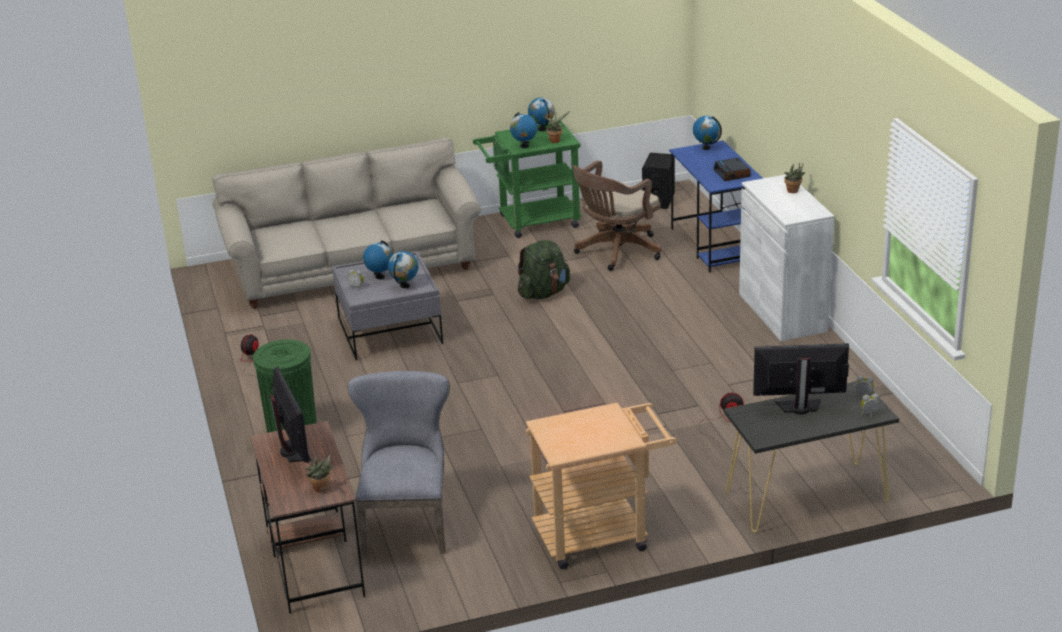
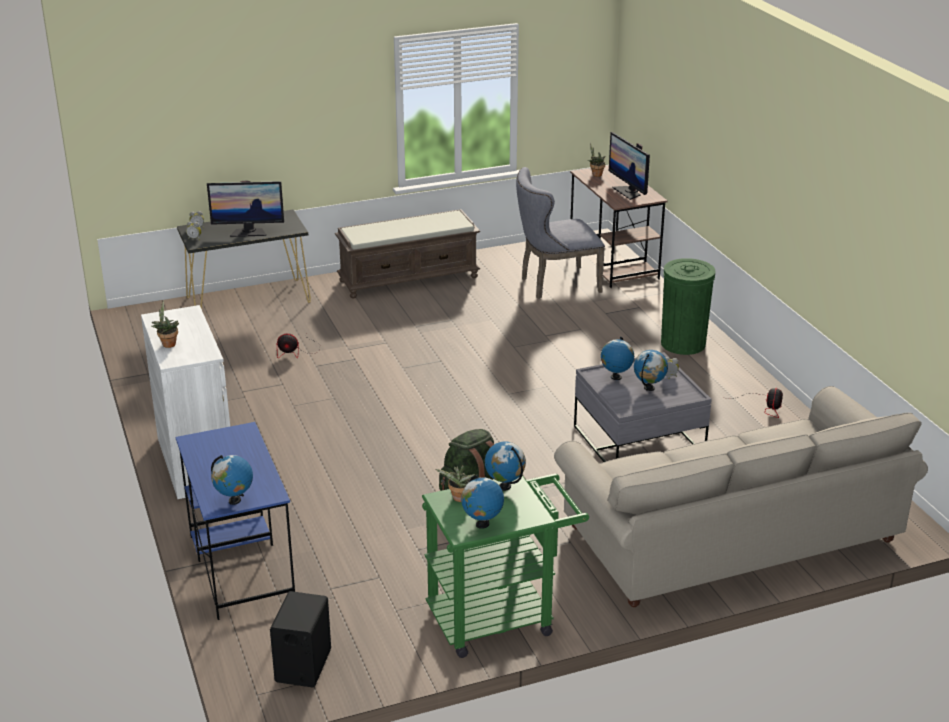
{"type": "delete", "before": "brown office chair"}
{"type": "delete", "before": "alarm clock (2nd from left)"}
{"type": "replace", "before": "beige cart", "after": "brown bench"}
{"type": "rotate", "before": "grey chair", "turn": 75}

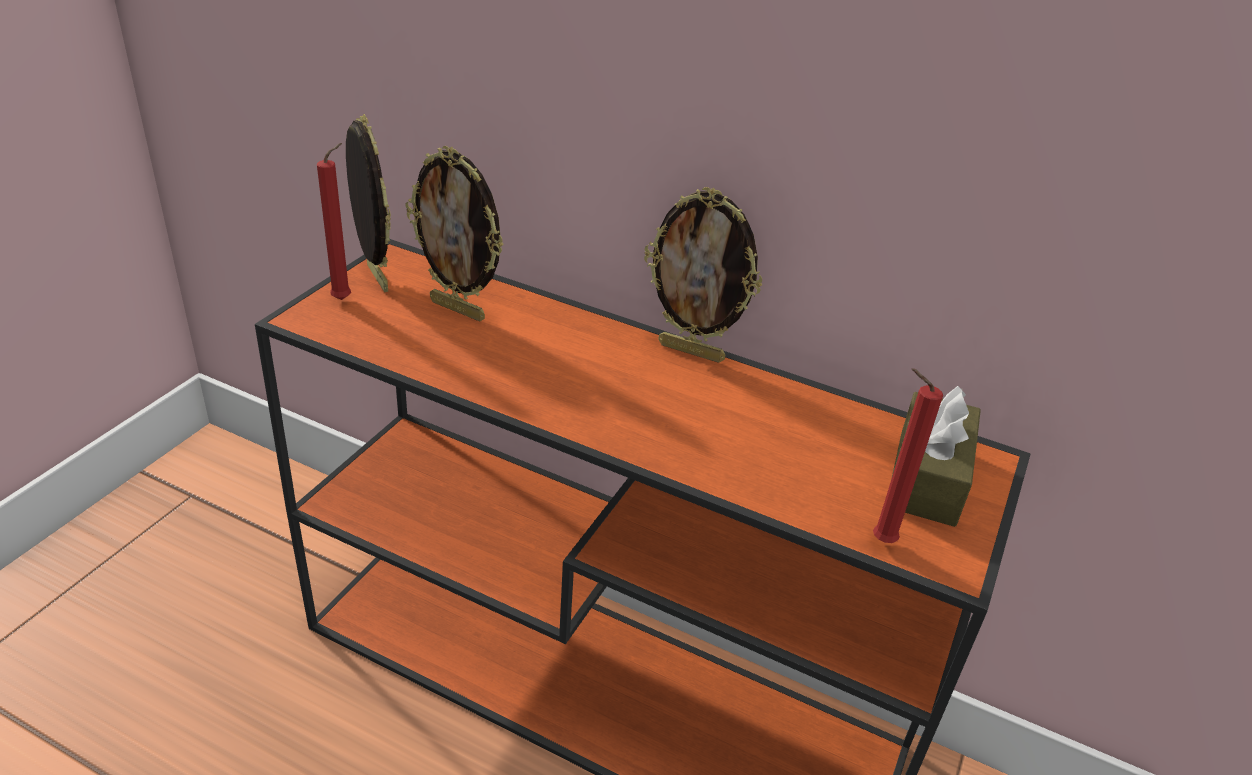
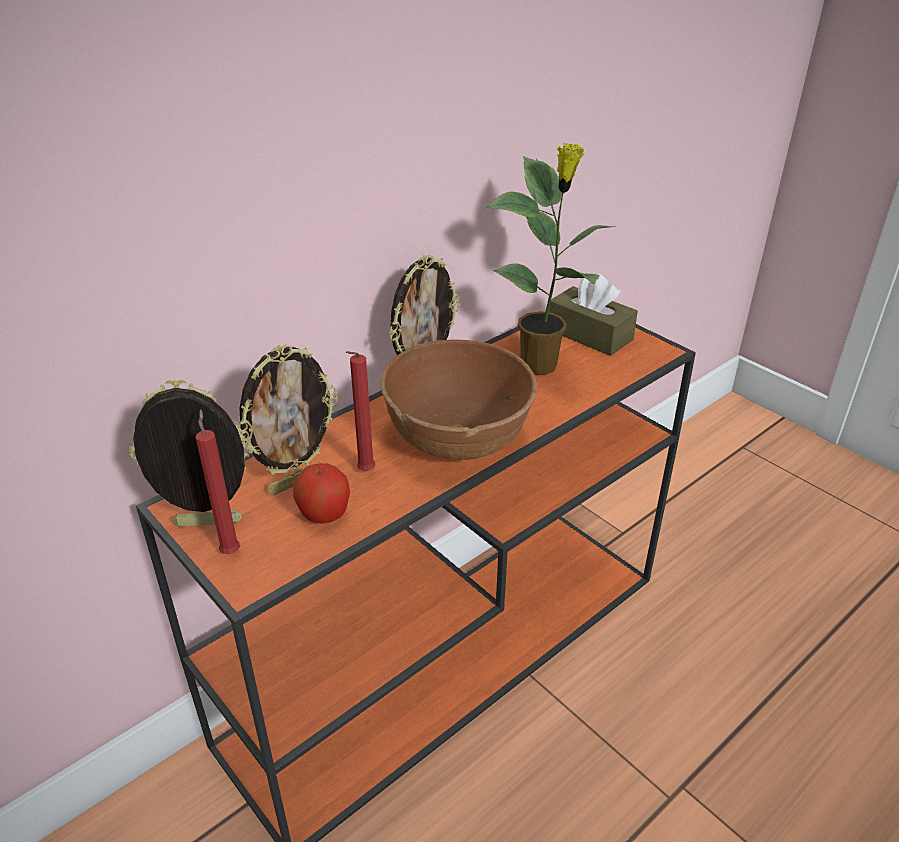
{"type": "insert", "after": "apple"}
{"type": "insert", "after": "brown bowl"}
{"type": "insert", "after": "potted plant"}
{"type": "move", "before": "red candle (2nd from left)"}

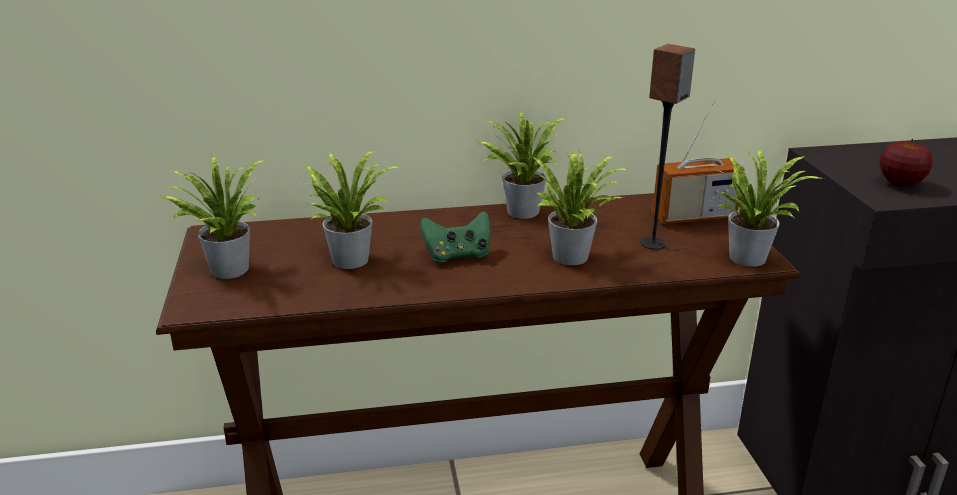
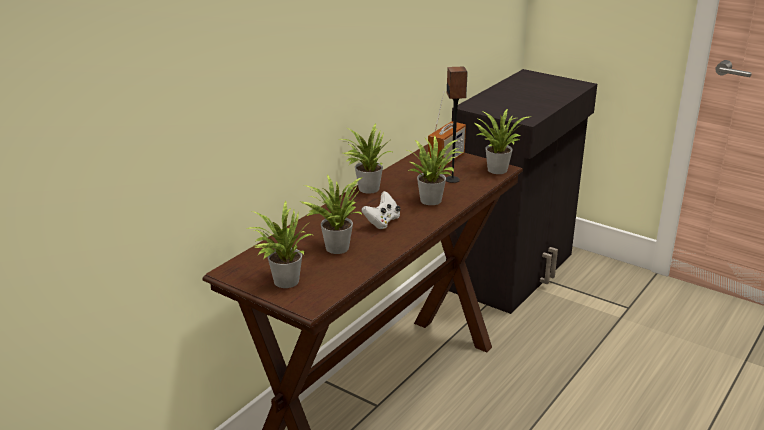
{"type": "delete", "before": "apple"}
{"type": "recolor", "before": "green game controller", "after": "white game controller"}

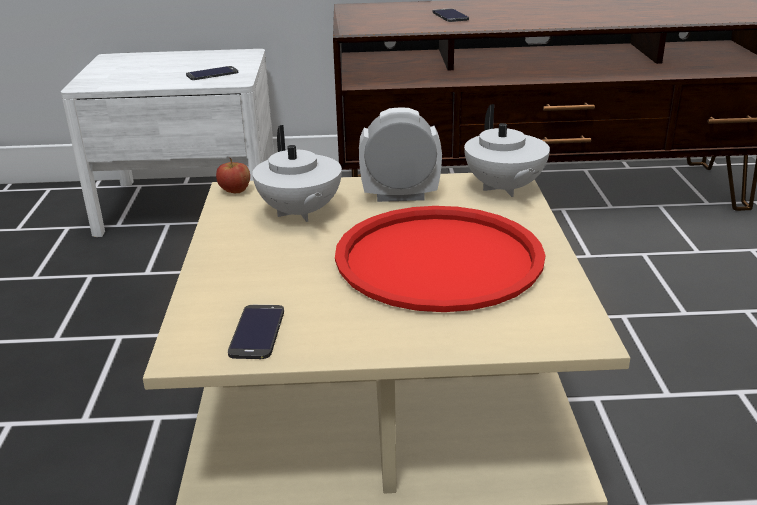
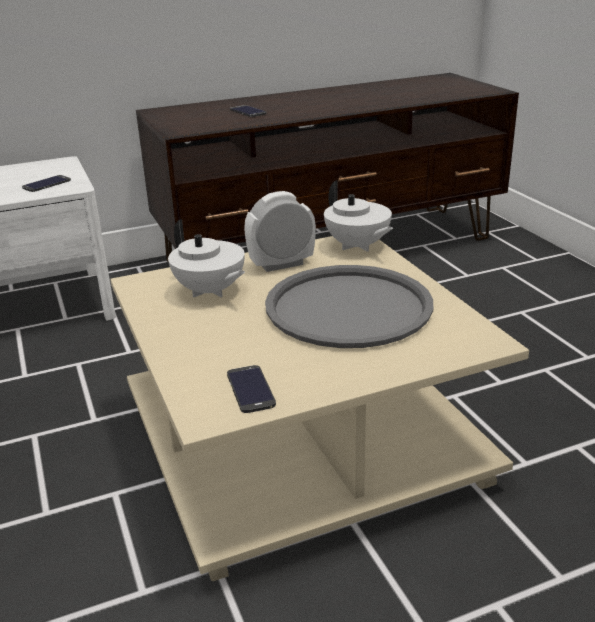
{"type": "delete", "before": "apple"}
{"type": "recolor", "before": "red tray", "after": "grey tray"}

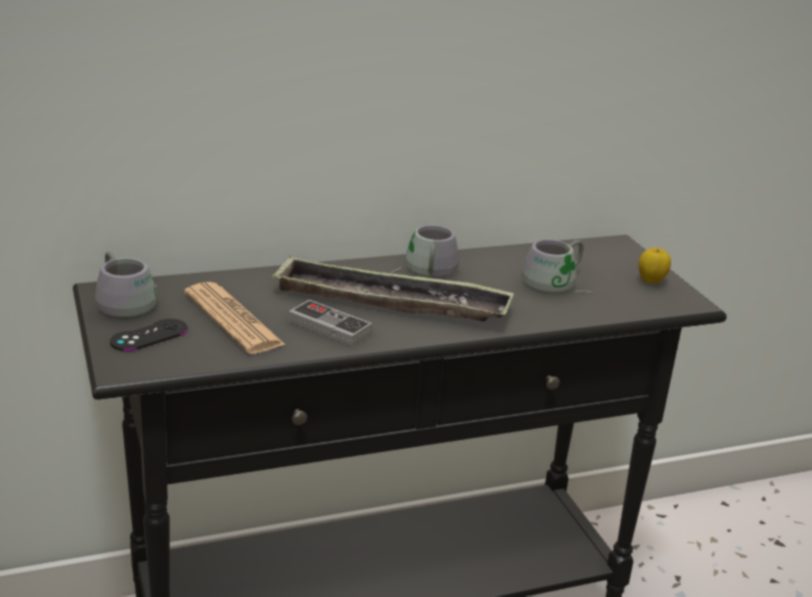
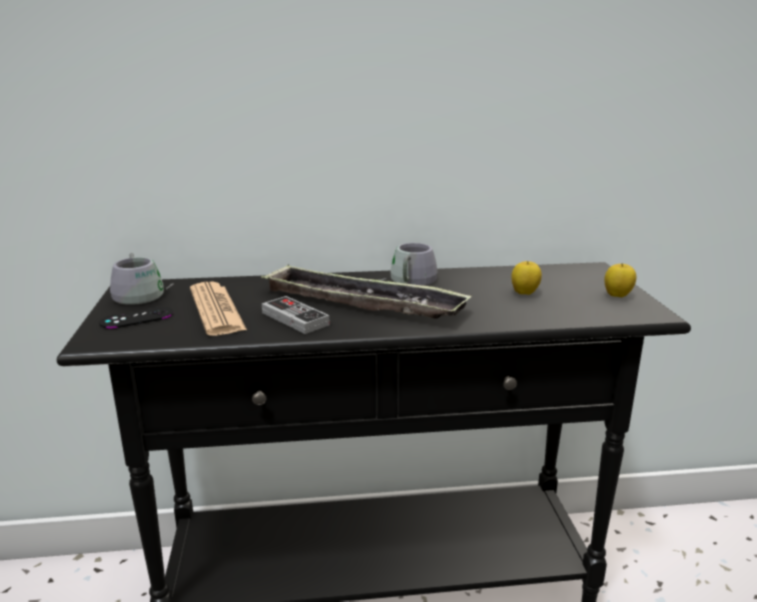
{"type": "replace", "before": "grey mug (3rd from left)", "after": "apple (1st from left)"}

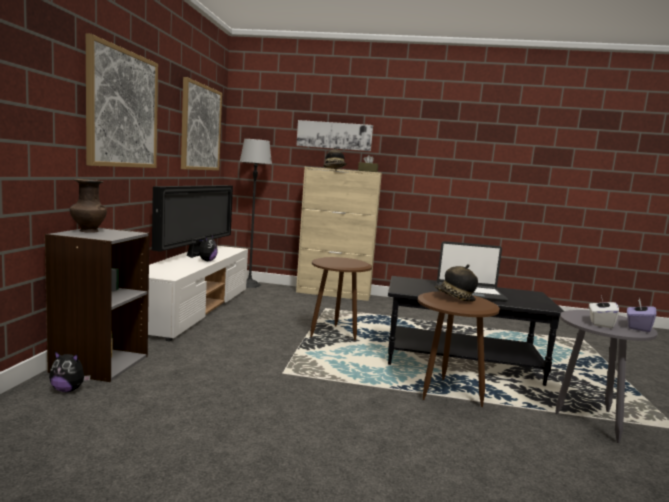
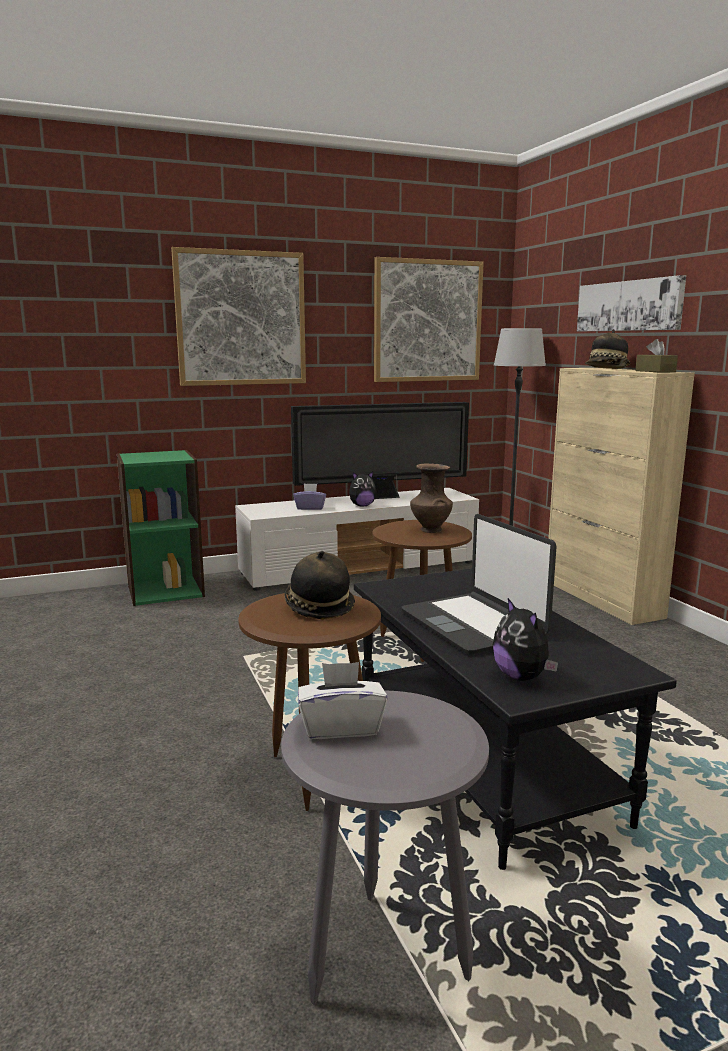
{"type": "move", "before": "plush toy (1st from left in the first image)", "after": "plush toy (2nd from left)"}
{"type": "move", "before": "brown vase"}
{"type": "move", "before": "purple tissue box"}
{"type": "recolor", "before": "grey bookcase", "after": "green bookcase"}

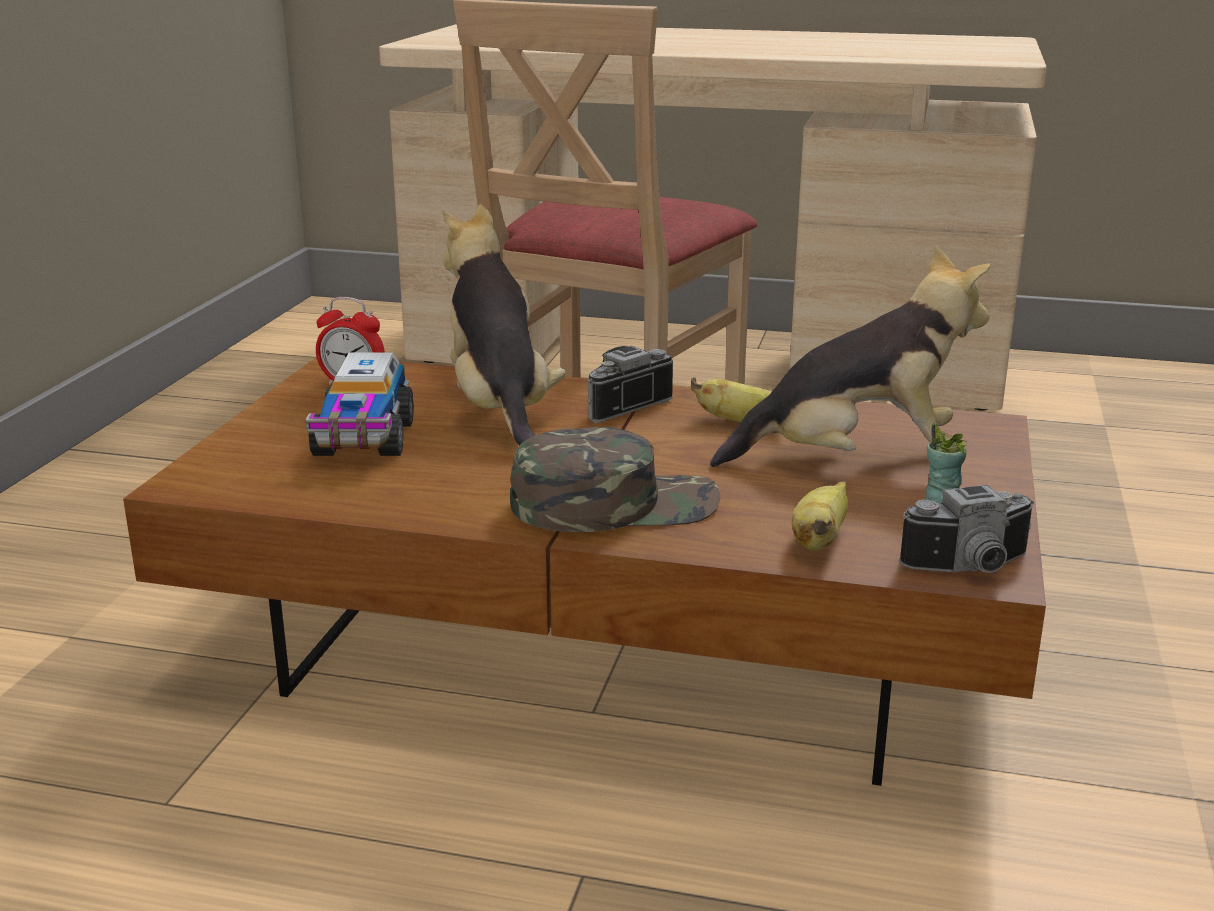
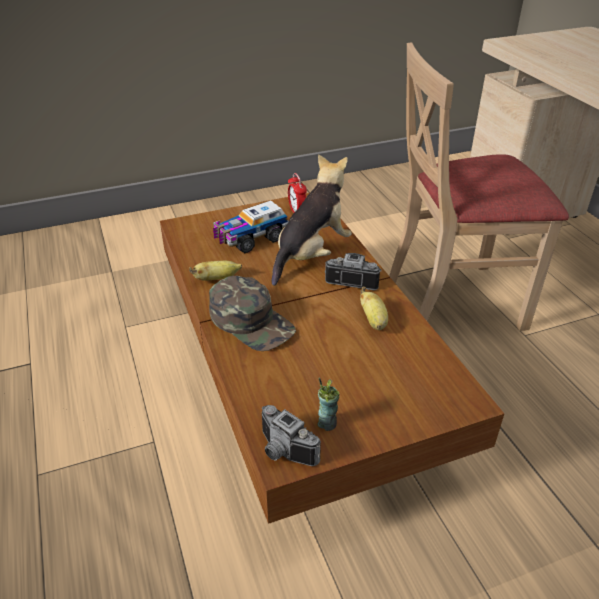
{"type": "delete", "before": "plush toy (2nd from left)"}
{"type": "move", "before": "banana (2nd from left in the first image)", "after": "banana (1st from left)"}

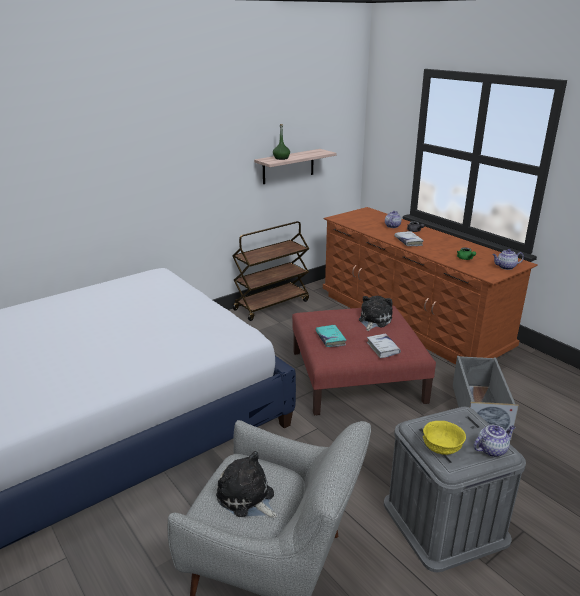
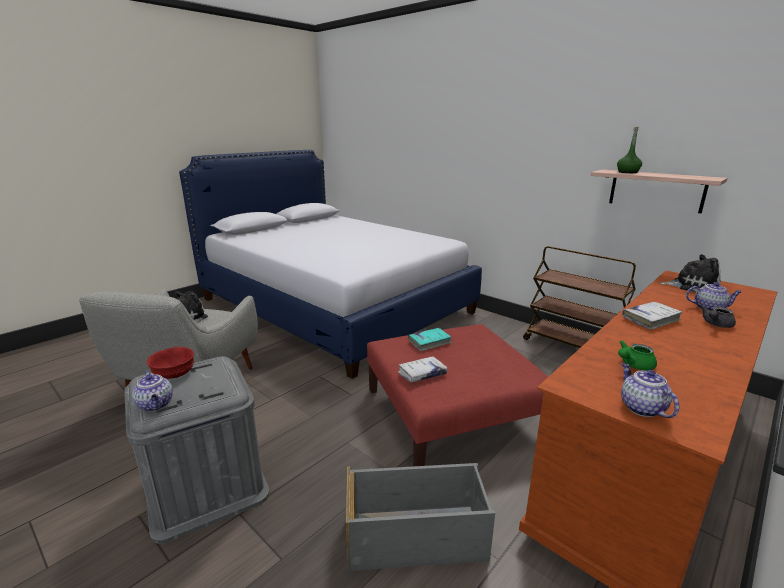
{"type": "move", "before": "plush toy (2nd from left)"}
{"type": "recolor", "before": "yellow bowl", "after": "red bowl"}

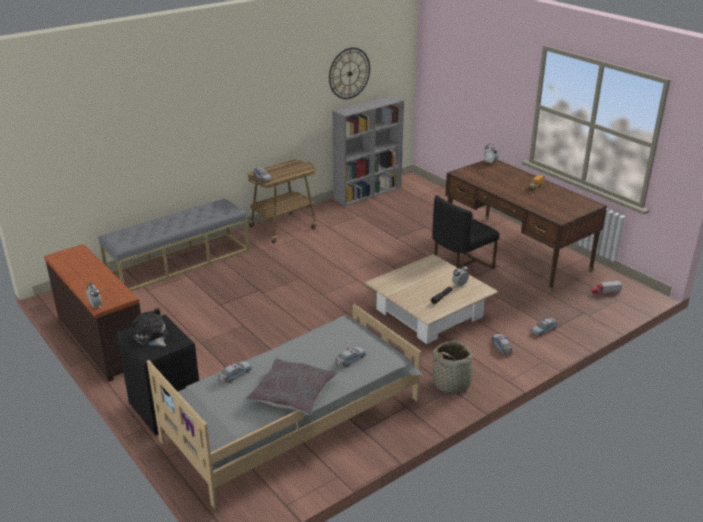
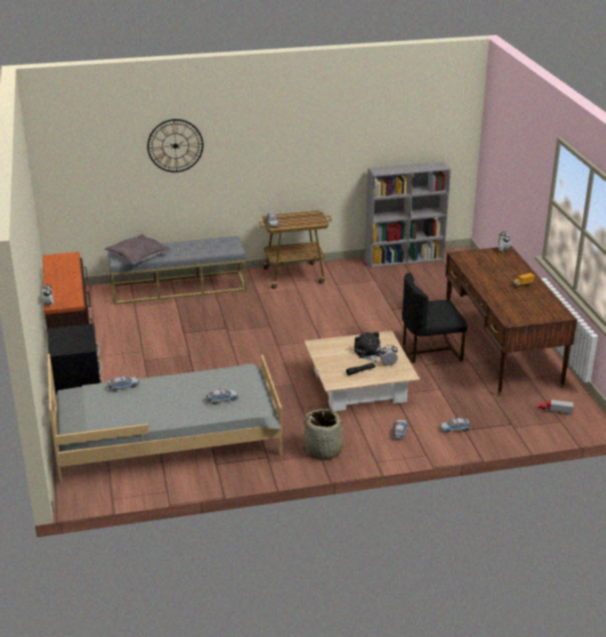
{"type": "move", "before": "plush toy"}
{"type": "move", "before": "grey pillow"}
{"type": "move", "before": "wall clock"}

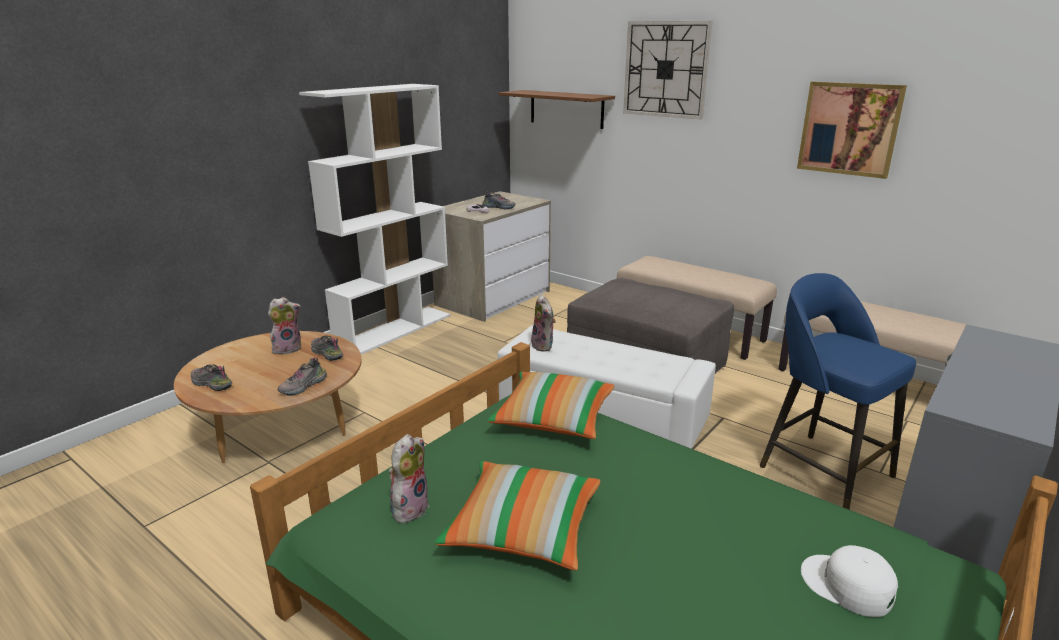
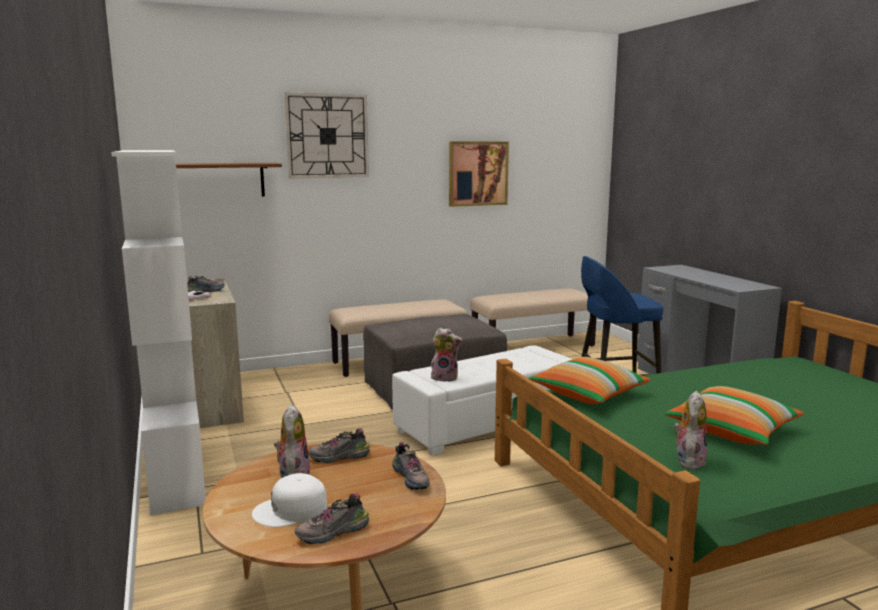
{"type": "move", "before": "white cap"}
{"type": "rotate", "before": "plush toy (2nd from left in the first image)", "turn": 60}

